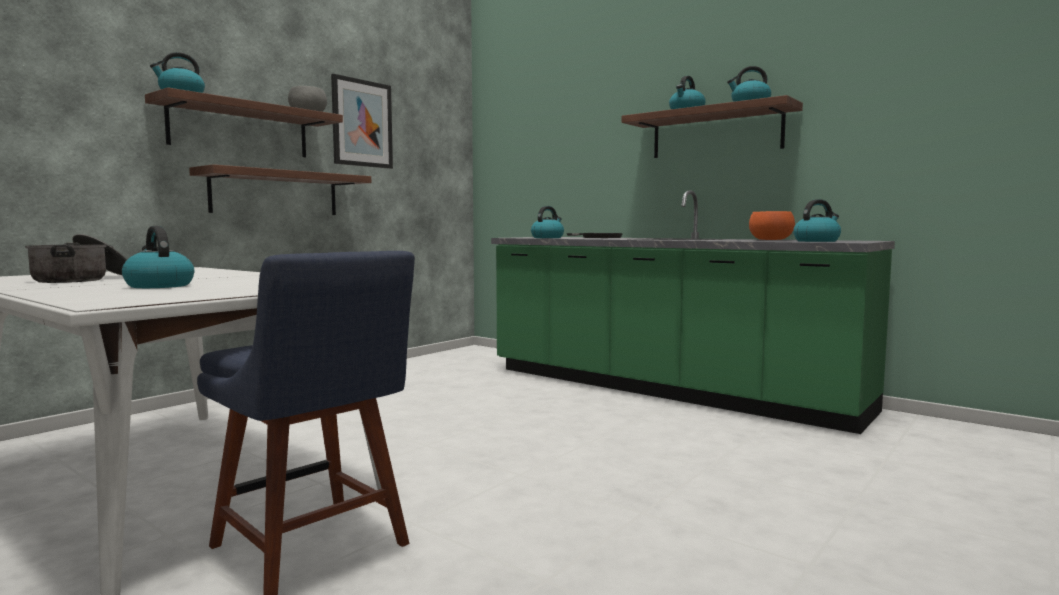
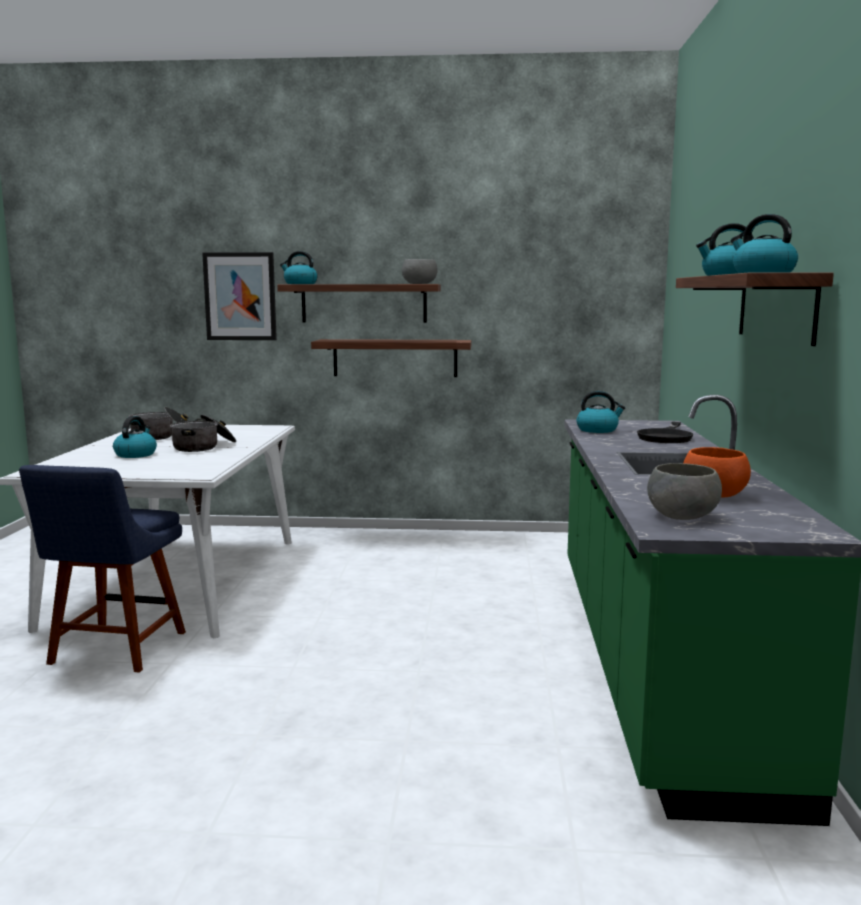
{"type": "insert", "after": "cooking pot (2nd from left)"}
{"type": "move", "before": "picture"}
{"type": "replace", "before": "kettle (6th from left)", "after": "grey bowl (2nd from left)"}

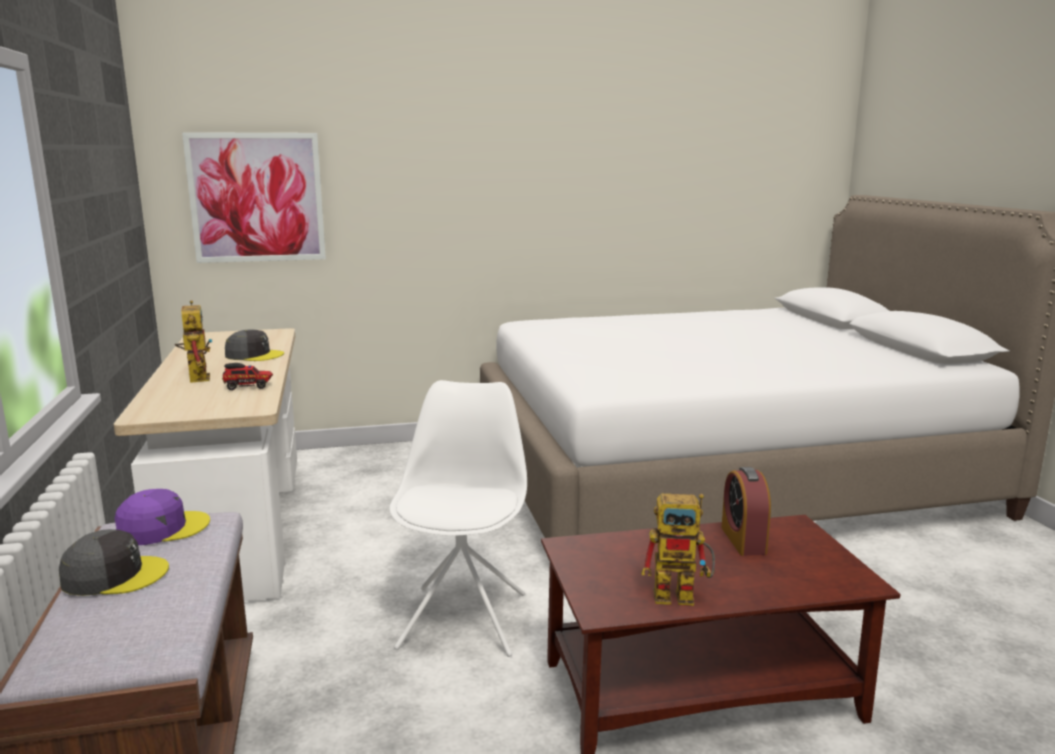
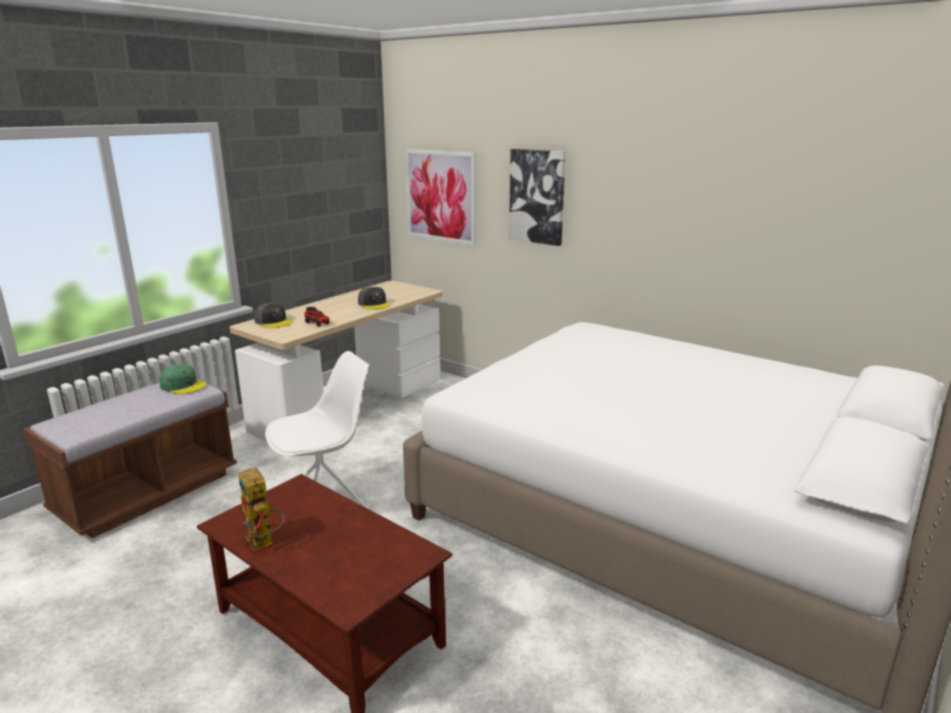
{"type": "delete", "before": "toy robot (1st from left)"}
{"type": "delete", "before": "alarm clock"}
{"type": "insert", "after": "picture (2nd from left)"}
{"type": "move", "before": "grey cap (1st from left)"}
{"type": "recolor", "before": "purple cap", "after": "green cap"}

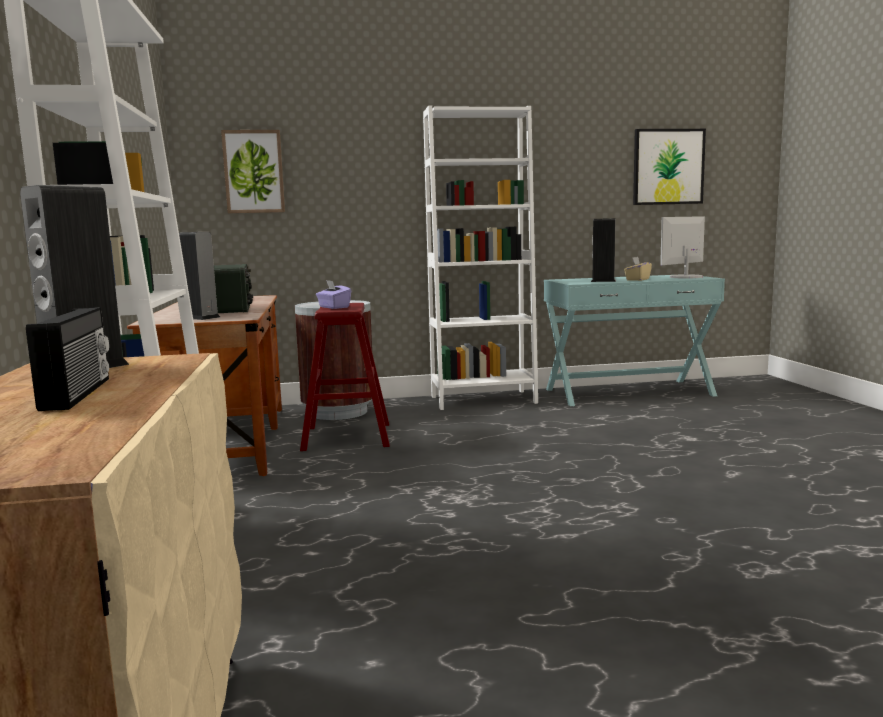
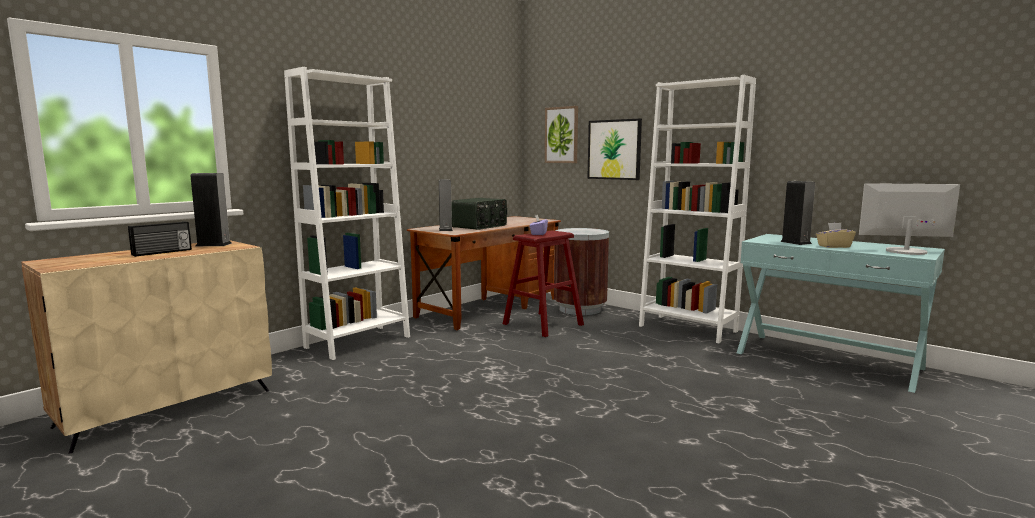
{"type": "move", "before": "picture (2nd from left)"}

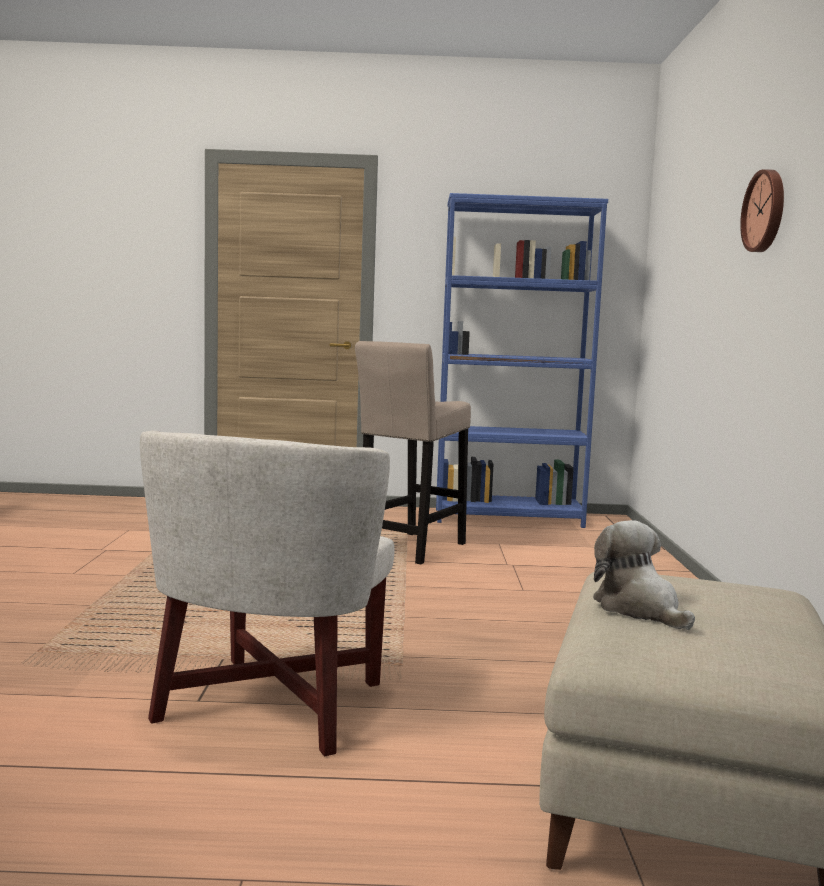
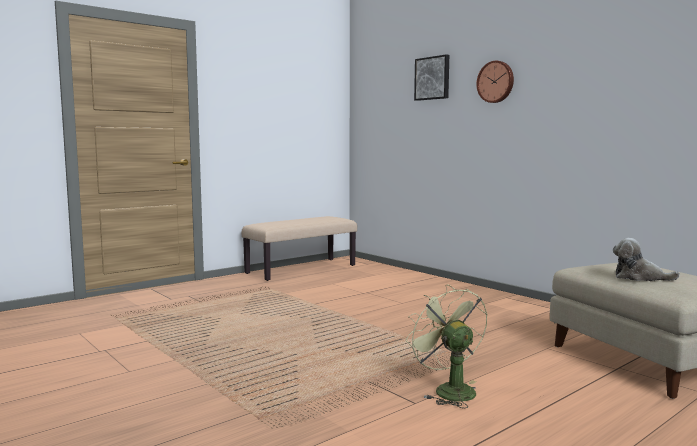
{"type": "delete", "before": "beige stool"}
{"type": "insert", "after": "picture"}
{"type": "replace", "before": "white armchair", "after": "green fan"}
{"type": "replace", "before": "blue bookcase", "after": "beige bench"}

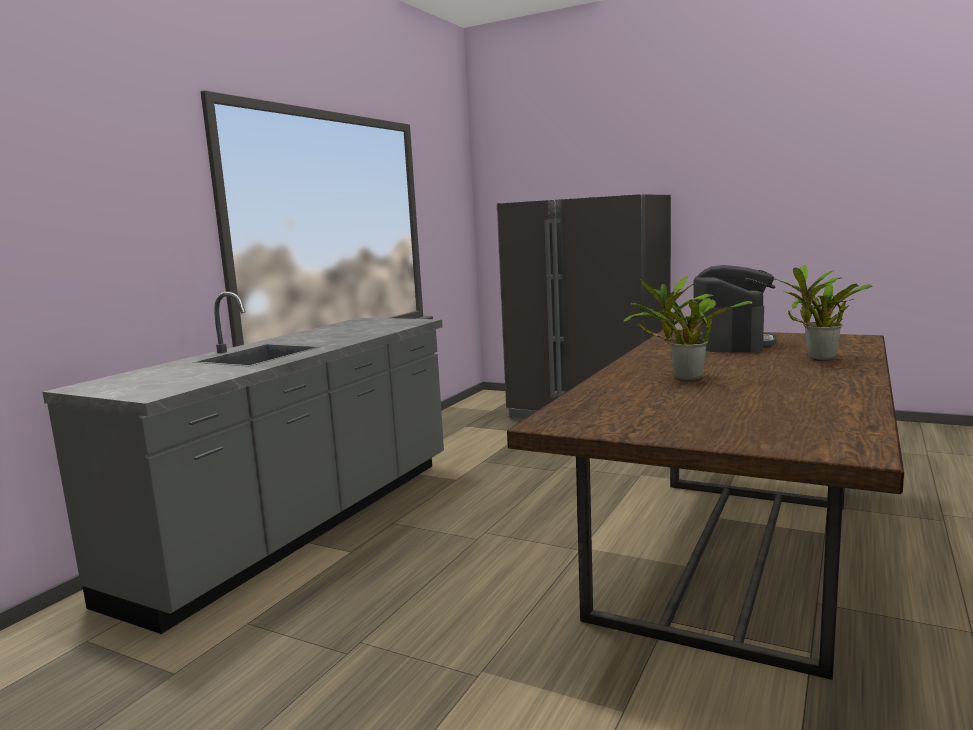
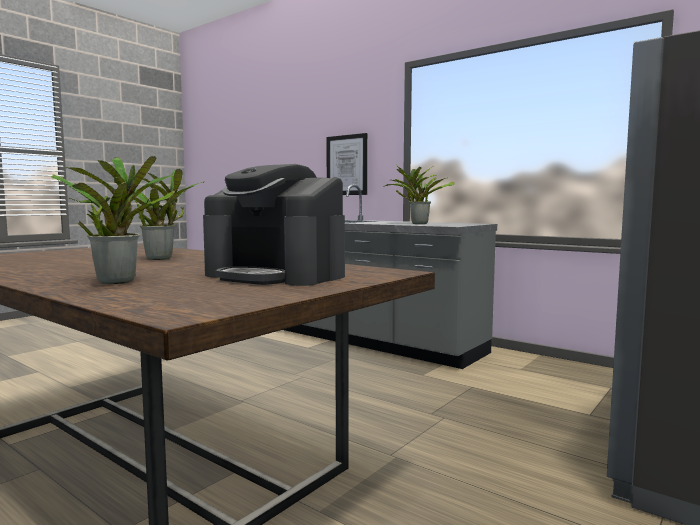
{"type": "insert", "after": "picture"}
{"type": "insert", "after": "potted plant (3rd from left)"}

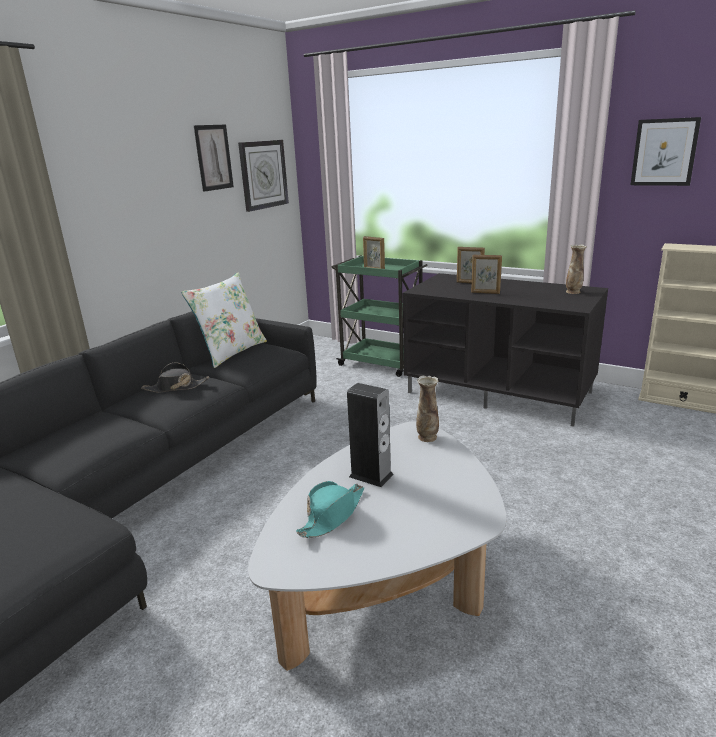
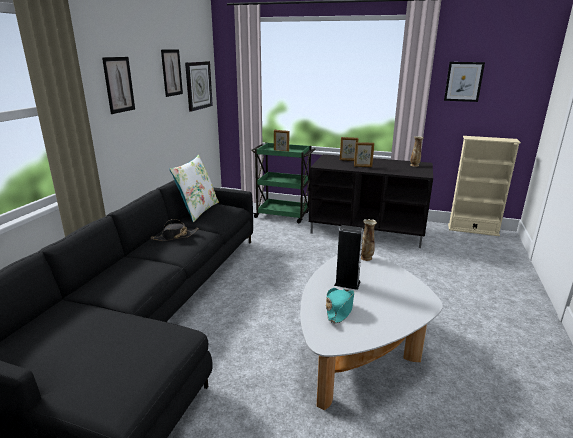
{"type": "insert", "after": "picture (1st from left)"}

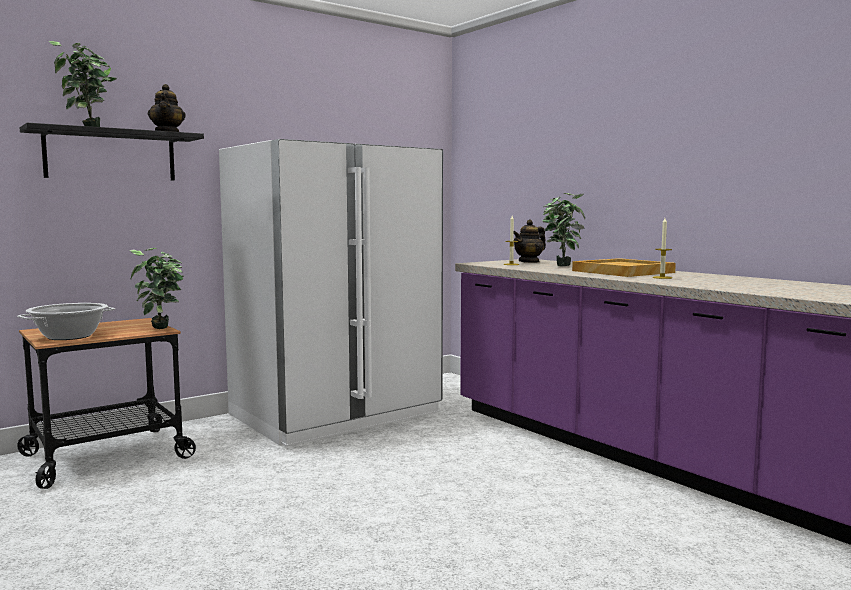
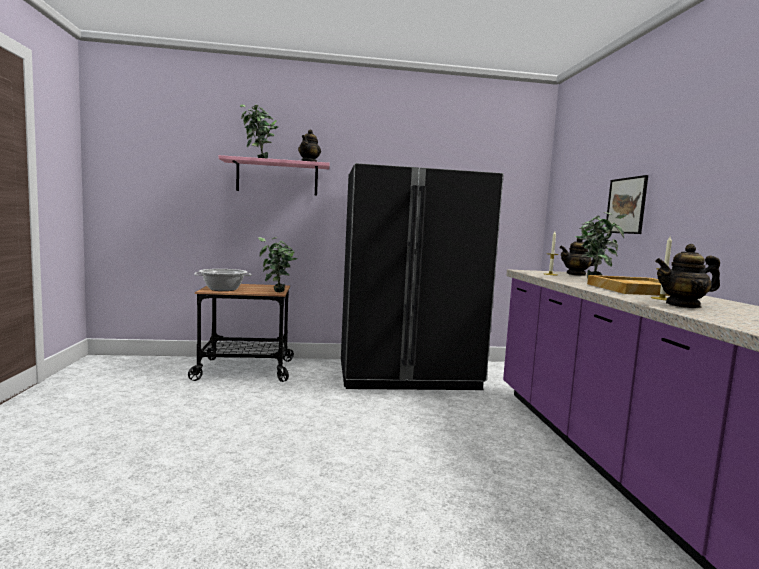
{"type": "insert", "after": "picture"}
{"type": "insert", "after": "teapot (3rd from left)"}
{"type": "recolor", "before": "black shelf", "after": "pink shelf"}
{"type": "recolor", "before": "white fridge", "after": "black fridge"}

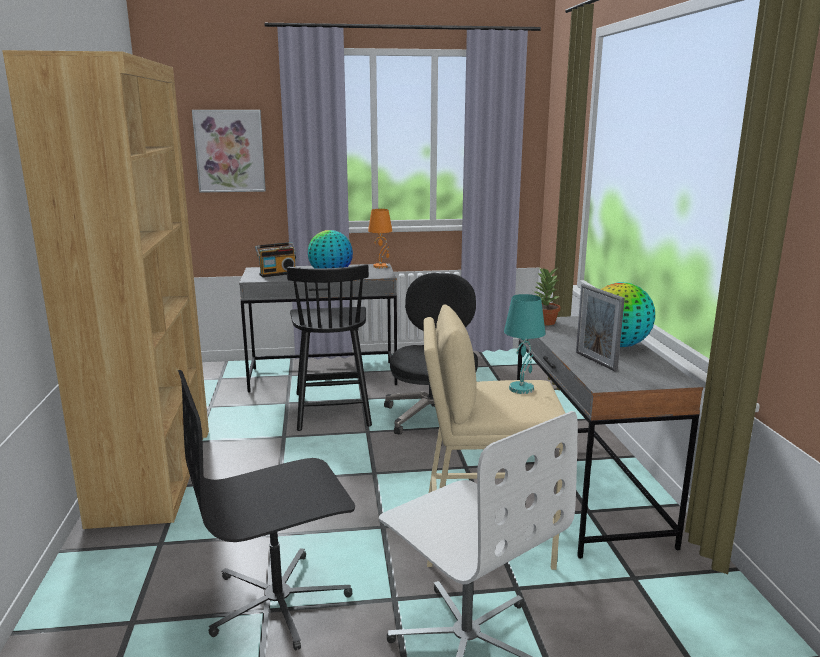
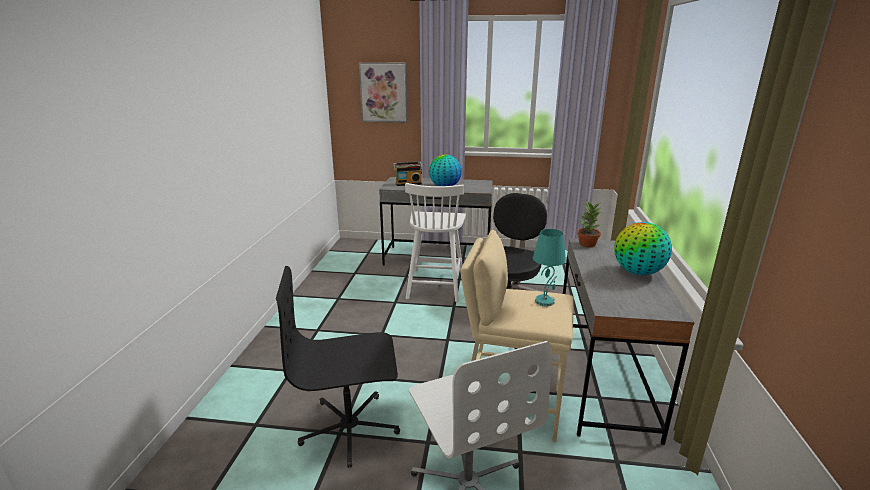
{"type": "delete", "before": "brown bookcase"}
{"type": "delete", "before": "orange table lamp"}
{"type": "delete", "before": "picture frame"}
{"type": "recolor", "before": "black chair", "after": "white chair"}

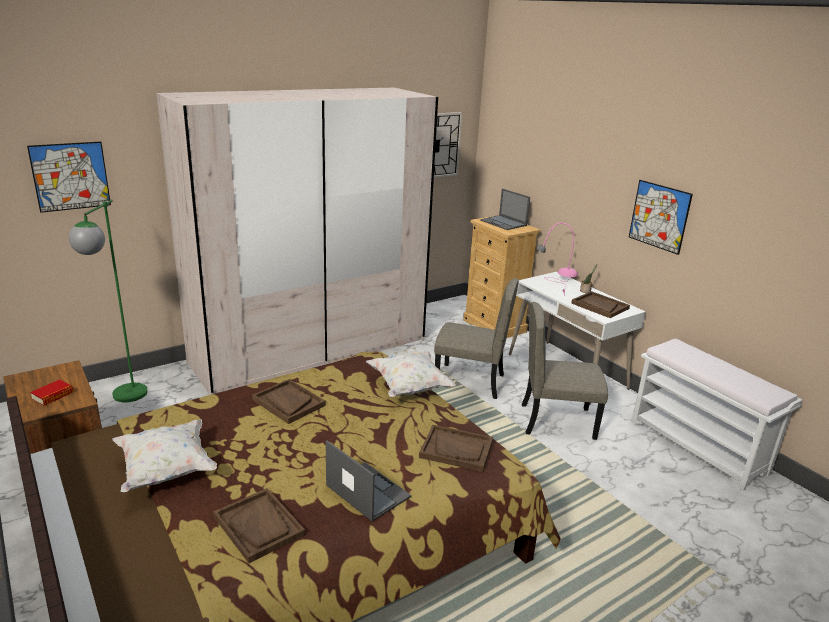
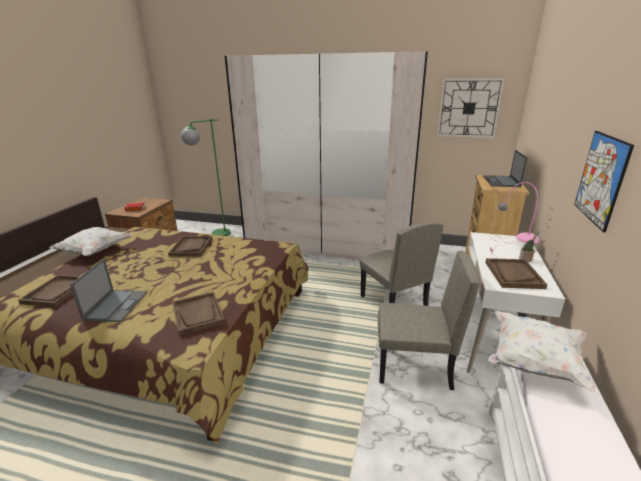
{"type": "delete", "before": "picture (1st from left)"}
{"type": "move", "before": "white pillow (2nd from left)"}
{"type": "rotate", "before": "beige chair (2nd from left)", "turn": 135}

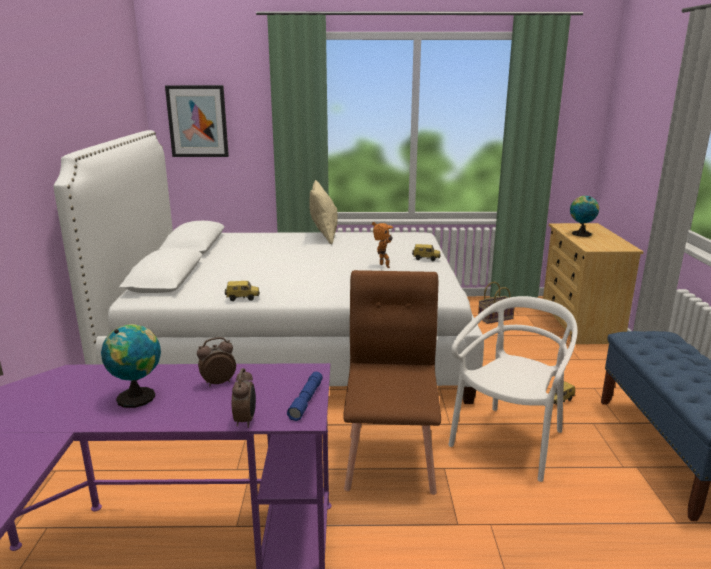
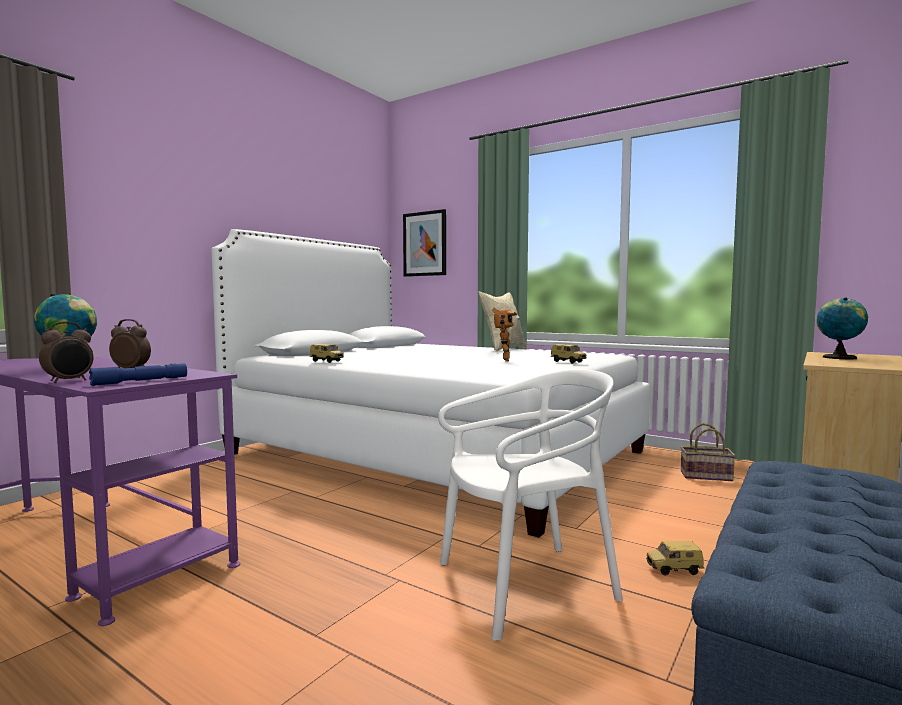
{"type": "delete", "before": "brown chair"}

